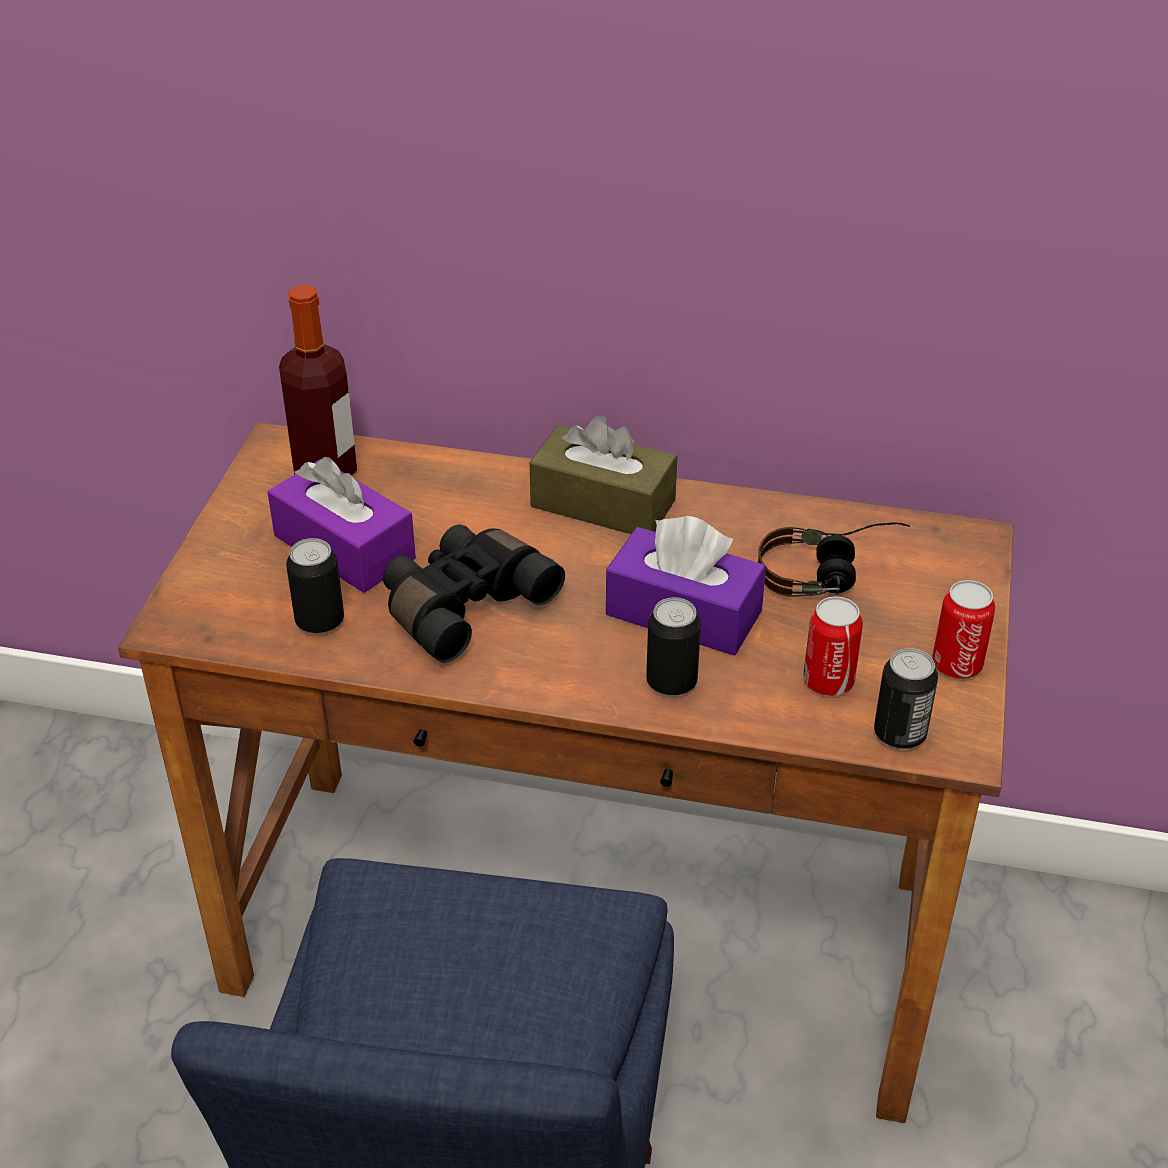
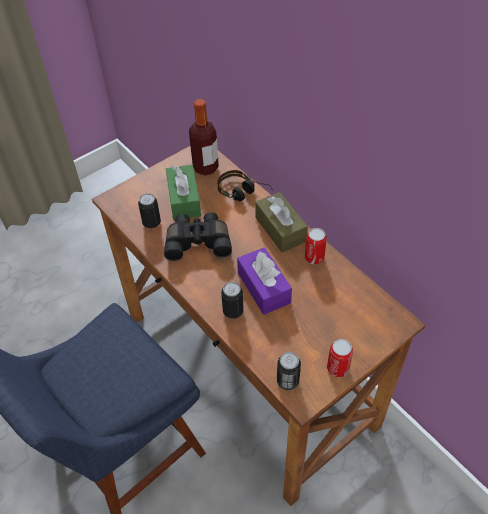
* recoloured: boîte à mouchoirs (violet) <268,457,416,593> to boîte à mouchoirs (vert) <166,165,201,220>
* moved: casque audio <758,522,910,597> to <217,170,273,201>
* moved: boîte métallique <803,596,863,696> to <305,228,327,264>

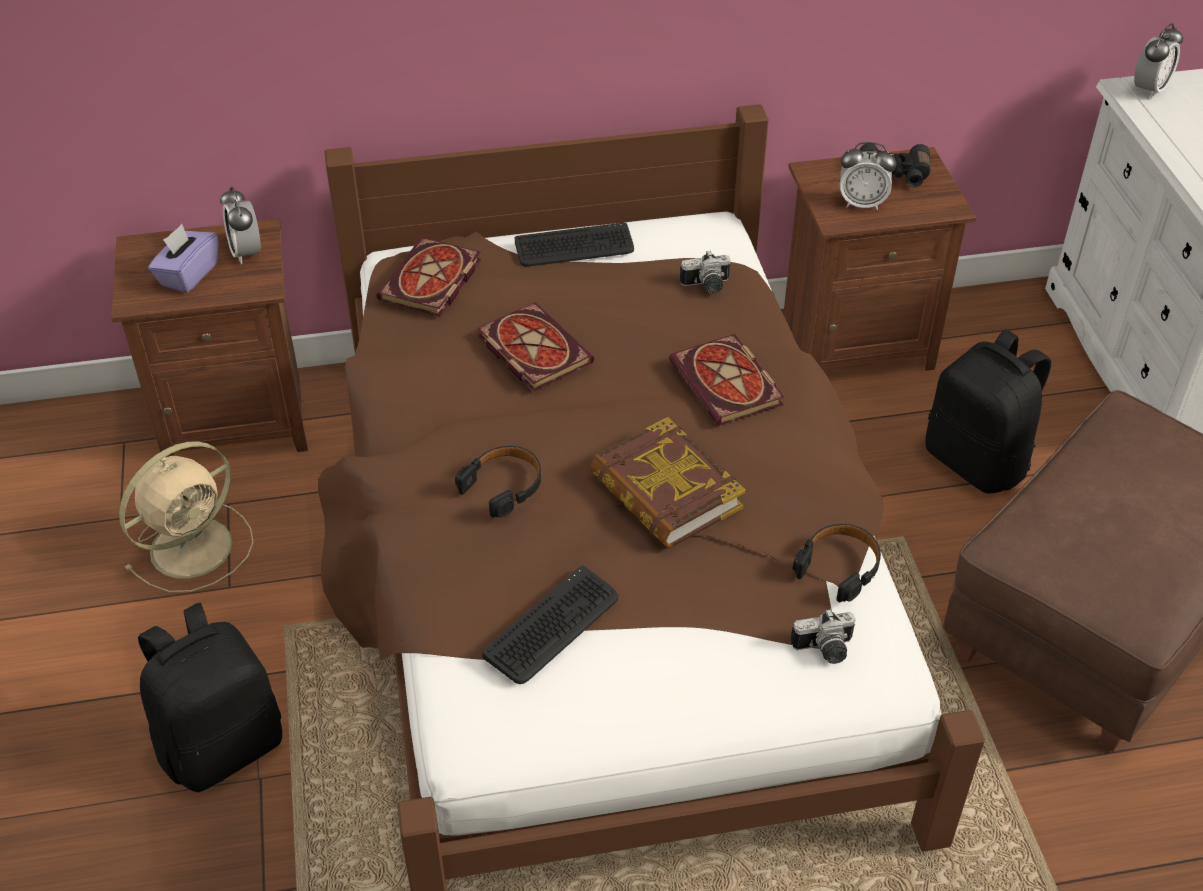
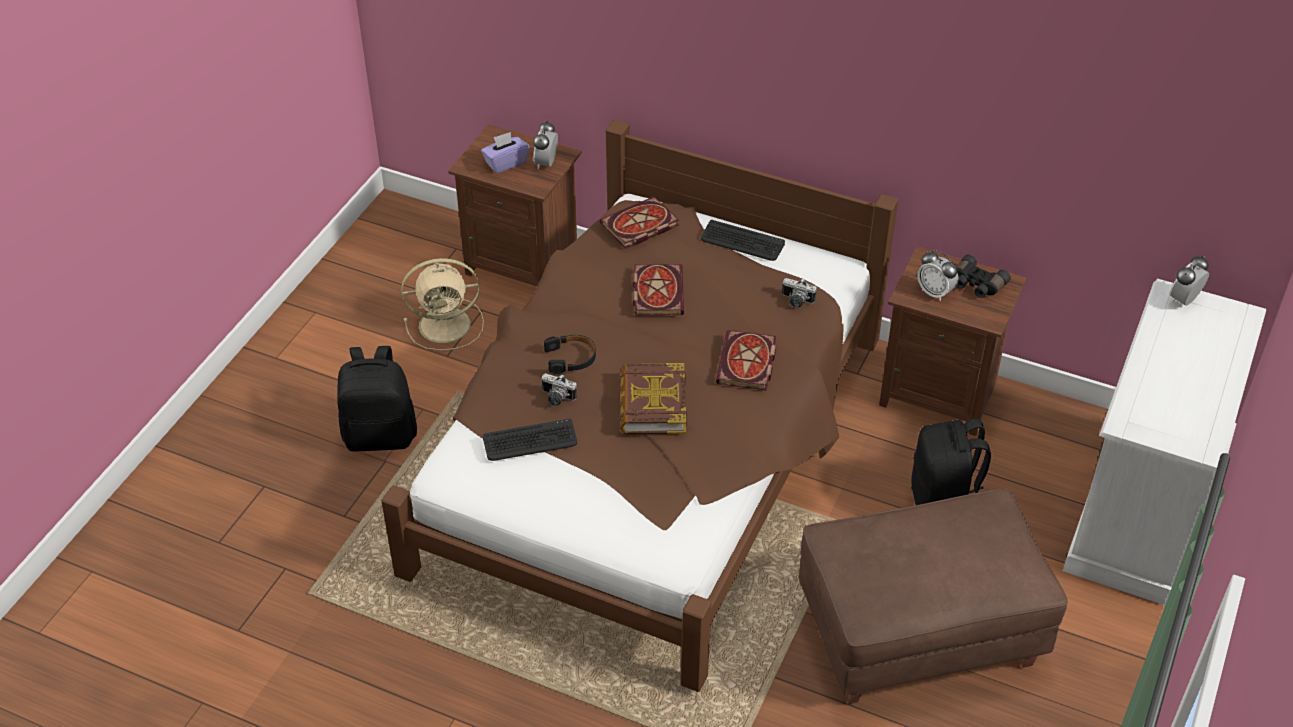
* moved: appareil photo <790,609,855,664> to <542,373,577,406>
* removed: casque audio (noir) <793,524,881,602>
* turned: réveil <1134,23,1183,99> = <1169,256,1209,305> 150 degrees clockwise

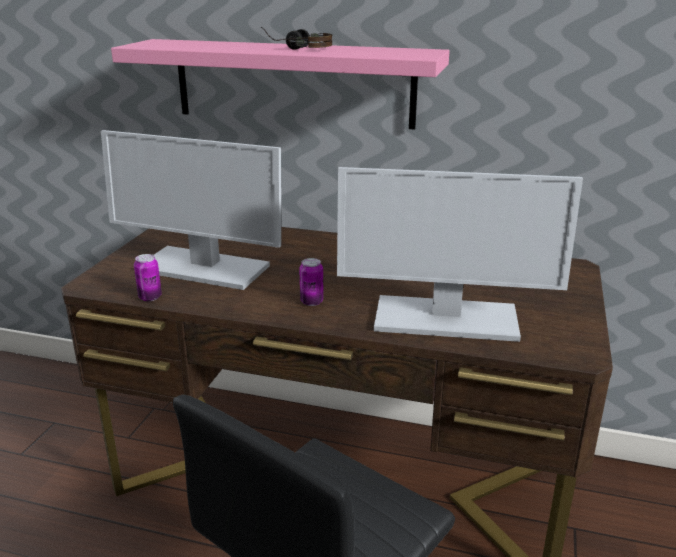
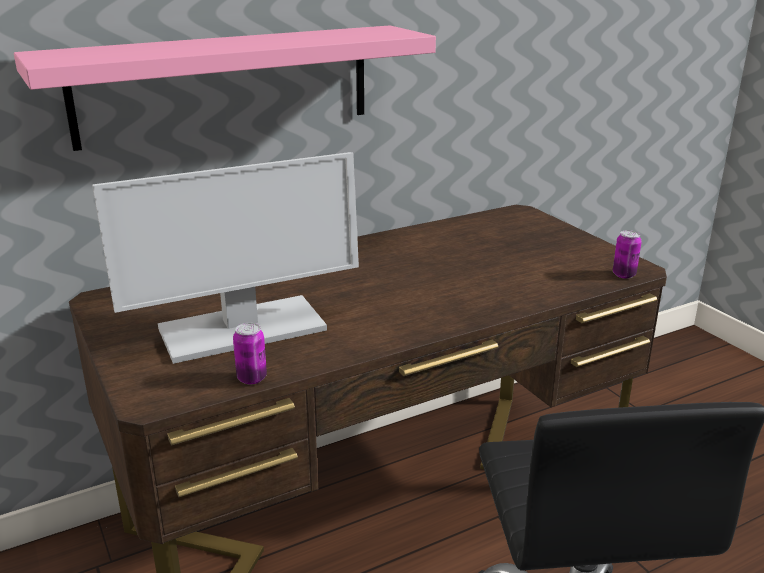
* removed: casque audio <261,27,332,50>
* moved: boîte métallique <299,258,324,306> to <613,230,642,279>
* removed: écran d'ordinateur <337,167,583,342>

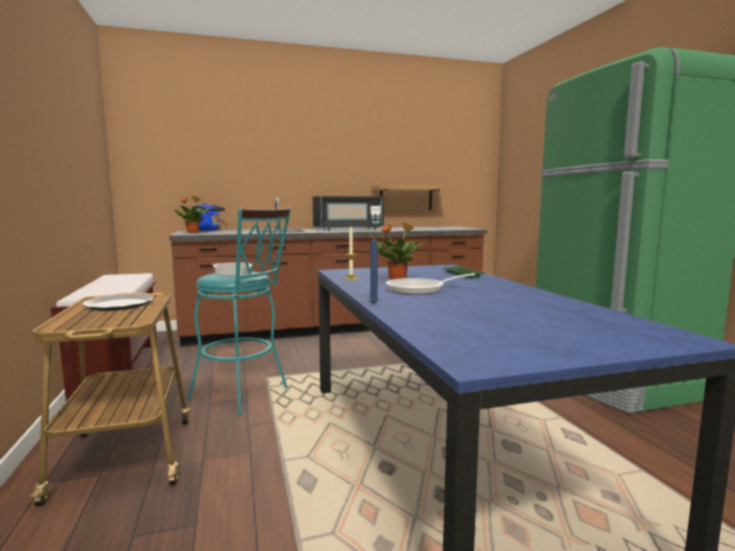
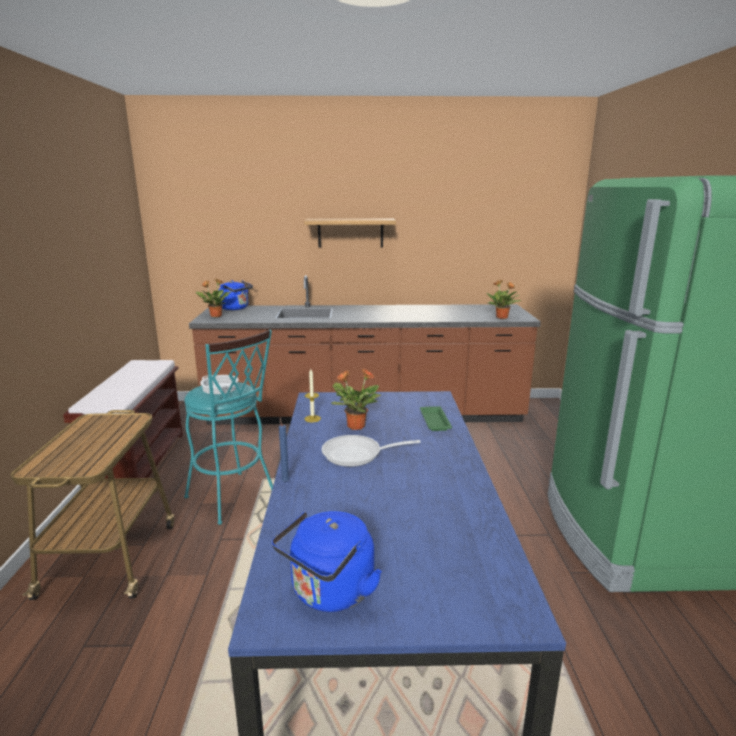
* removed: assiette <81,294,154,311>
* removed: micro-ondes (noir) <313,196,384,231>
* moved: étagère <372,185,451,210> to <304,218,396,248>
* added: bouilloire (bleu) <272,511,382,612>
* added: plante en pot <486,280,521,319>

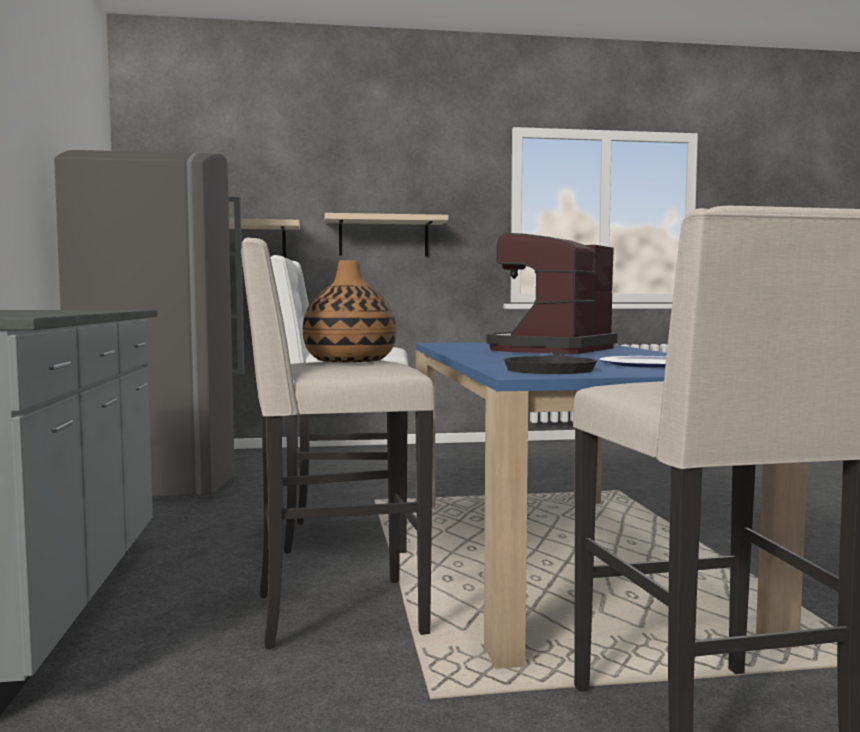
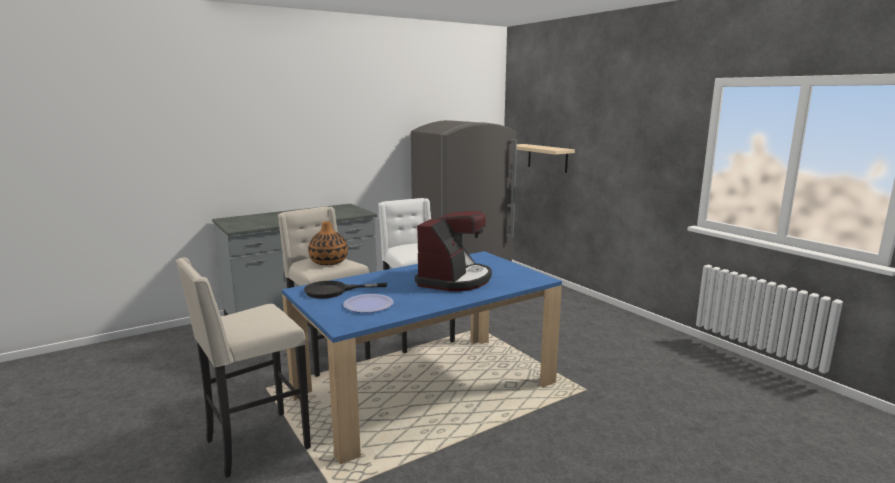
* removed: étagère (beige) <325,213,448,256>
* turned: machine à café <486,233,617,354> = <415,211,492,291> 105 degrees clockwise

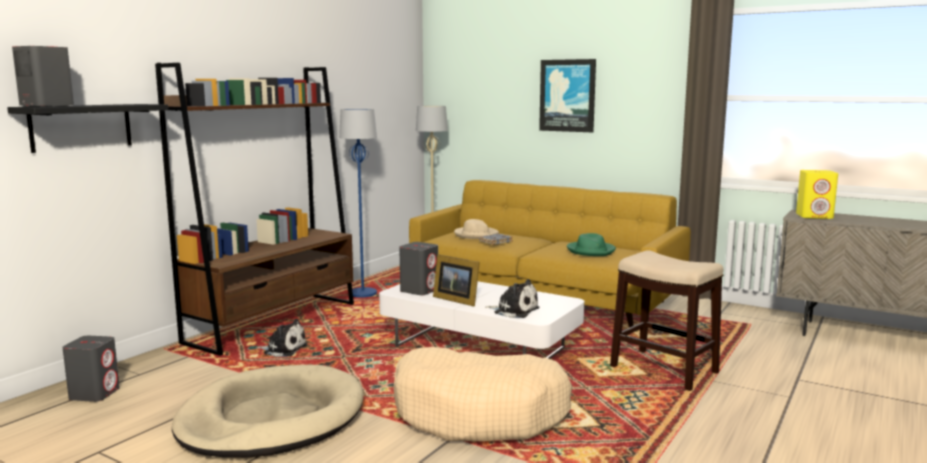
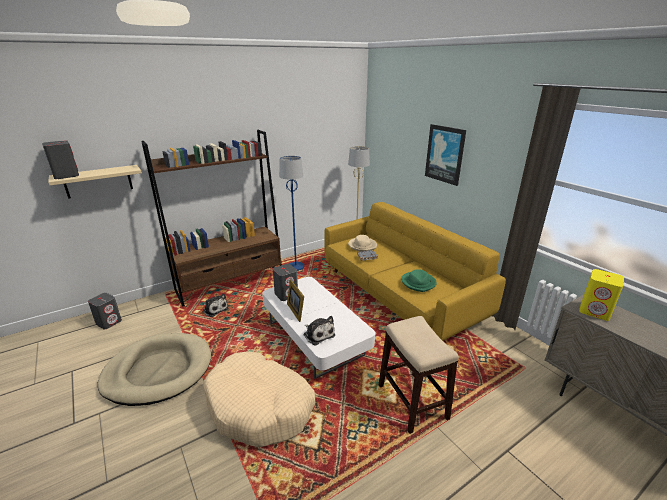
* recoloured: étagère (noir) <7,104,168,153> to étagère (beige) <48,165,142,199>

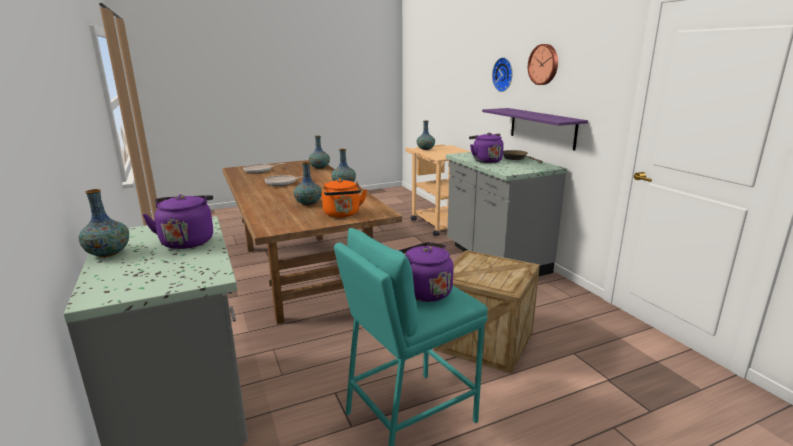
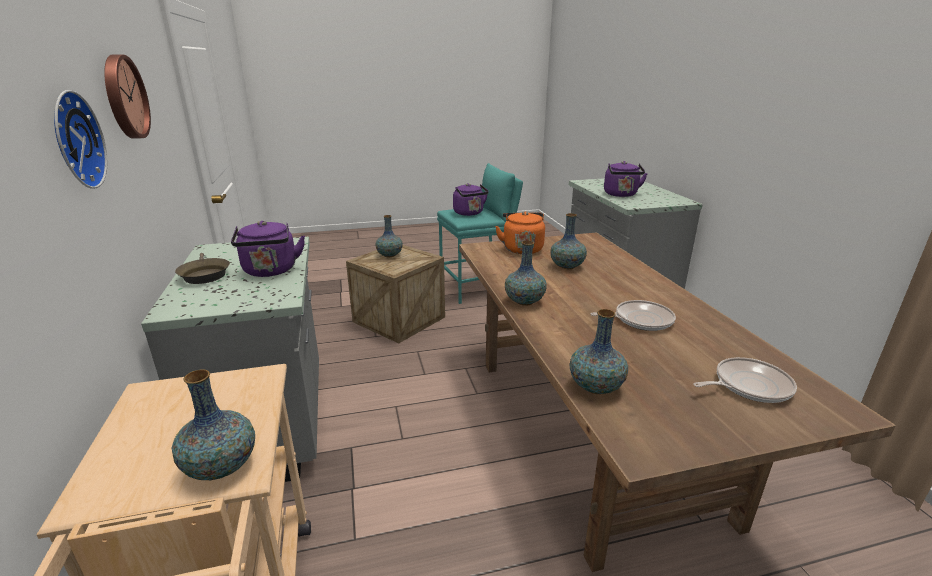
* moved: vase <79,189,129,257> to <376,215,403,257>
* removed: étagère (violet) <482,108,588,151>

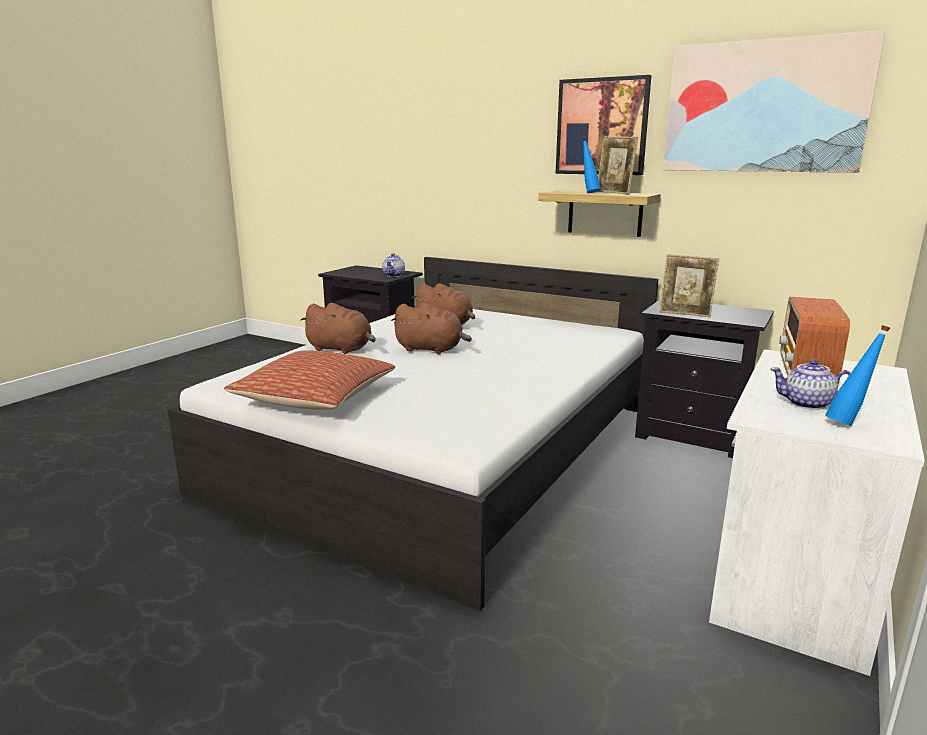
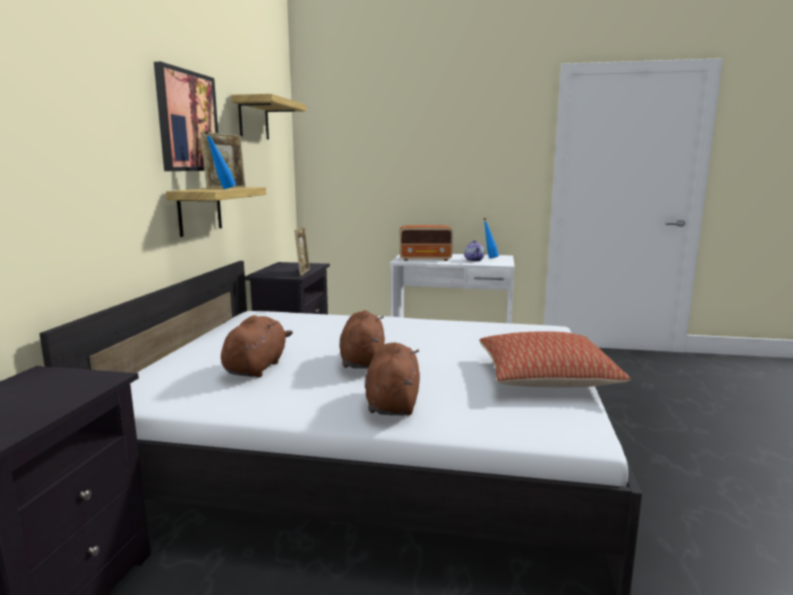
* removed: théière <382,253,405,277>
* replaced: tableau <663,30,886,173> to étagère <231,94,306,139>

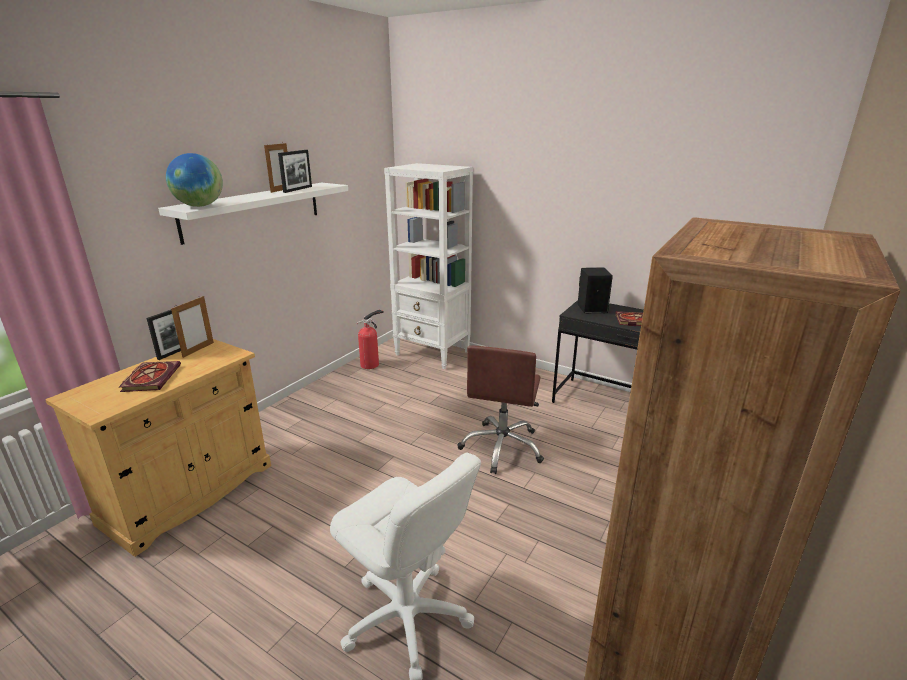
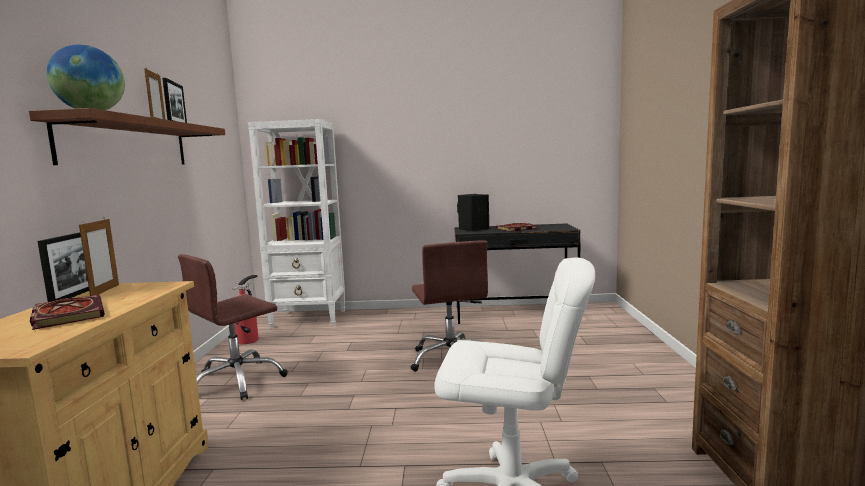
* recoloured: étagère (blanc) <158,183,348,245> to étagère (marron) <29,108,225,165>
* added: chaise de bureau (marron) <178,254,288,400>

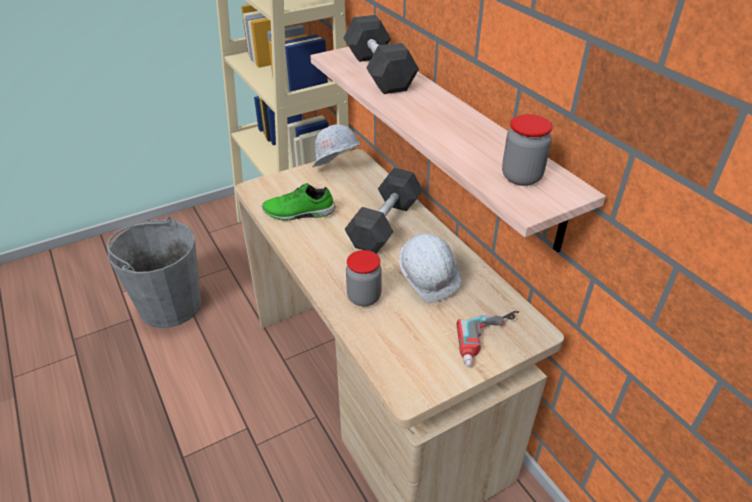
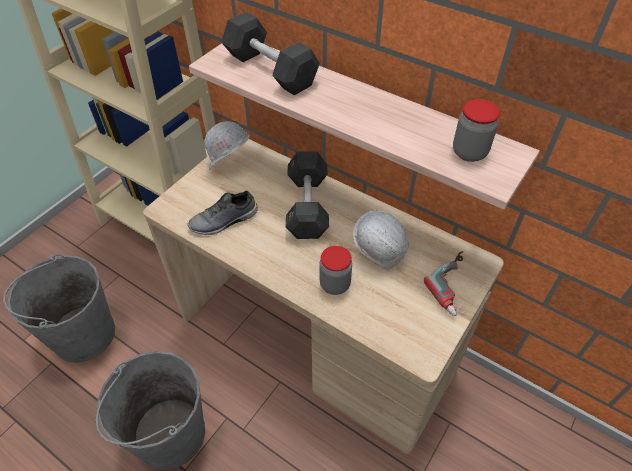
* recoloured: chaussure (vert) <262,183,335,221> to chaussure (gris) <188,190,258,235>
* added: seau (gris) <96,351,205,470>

